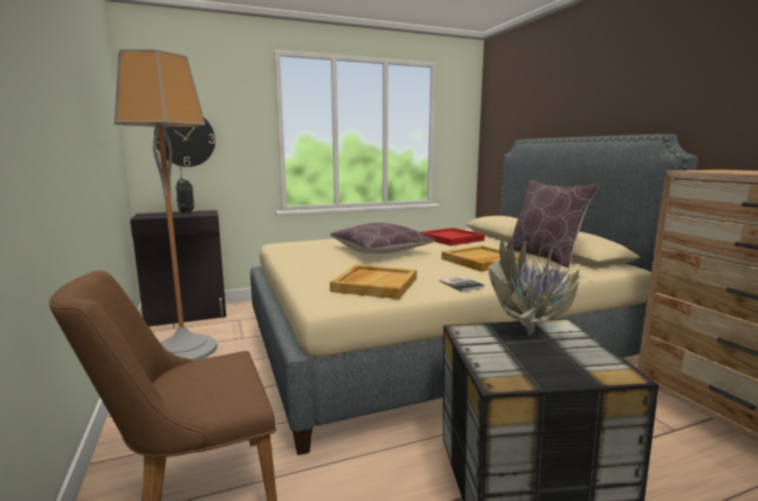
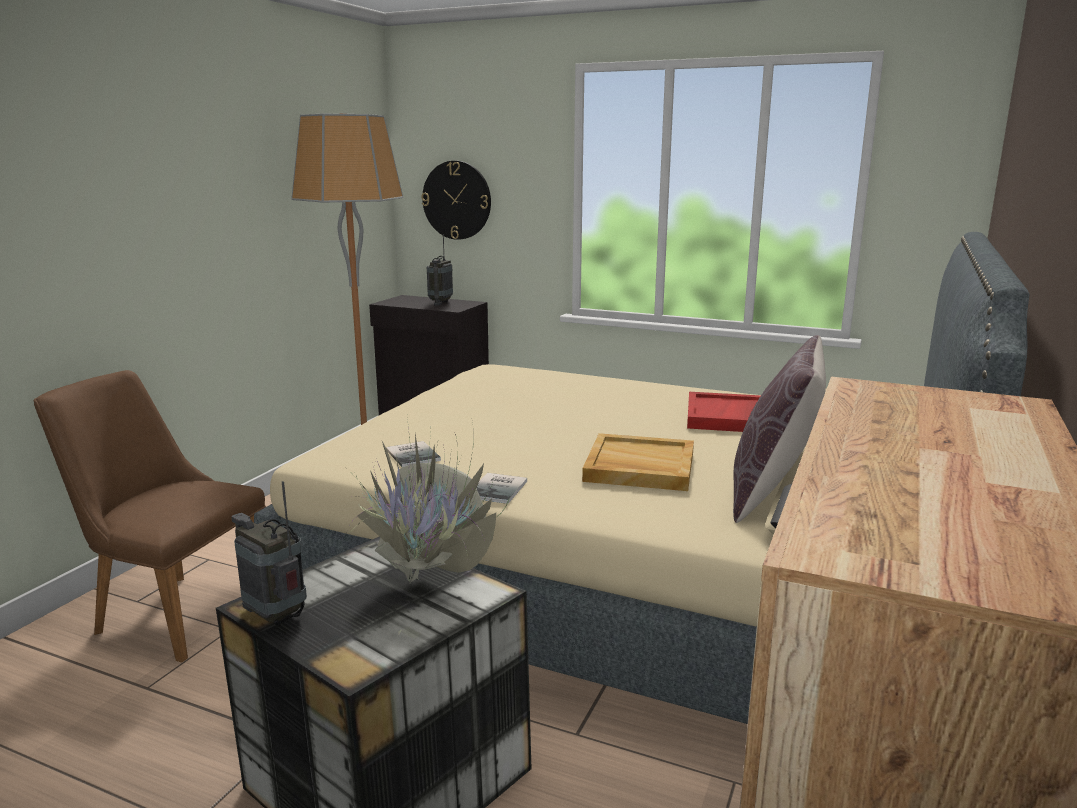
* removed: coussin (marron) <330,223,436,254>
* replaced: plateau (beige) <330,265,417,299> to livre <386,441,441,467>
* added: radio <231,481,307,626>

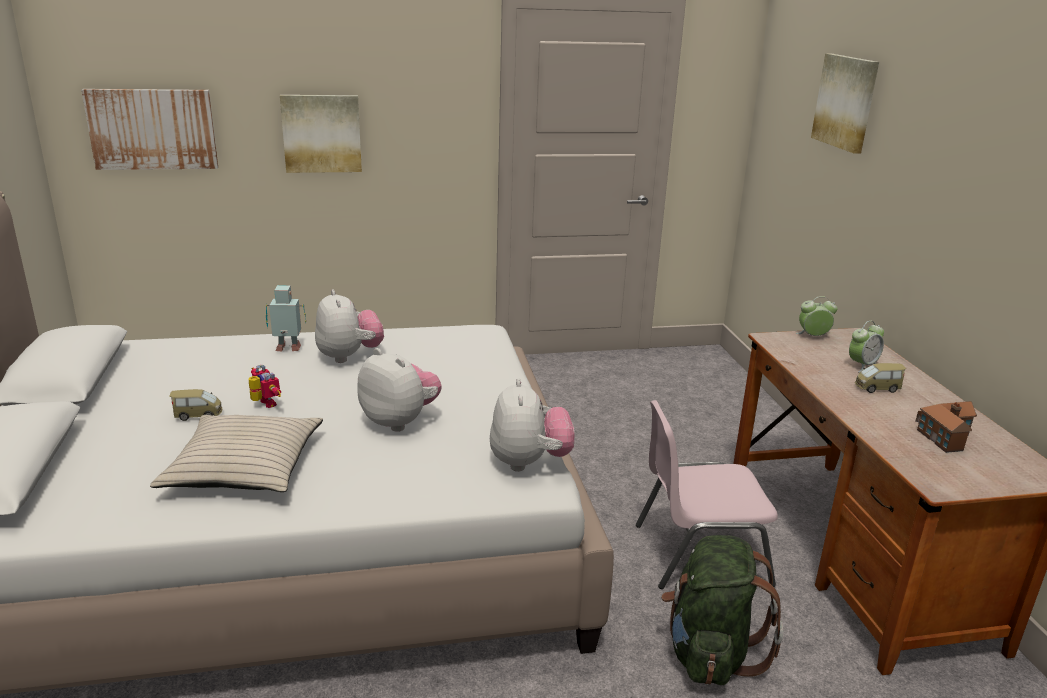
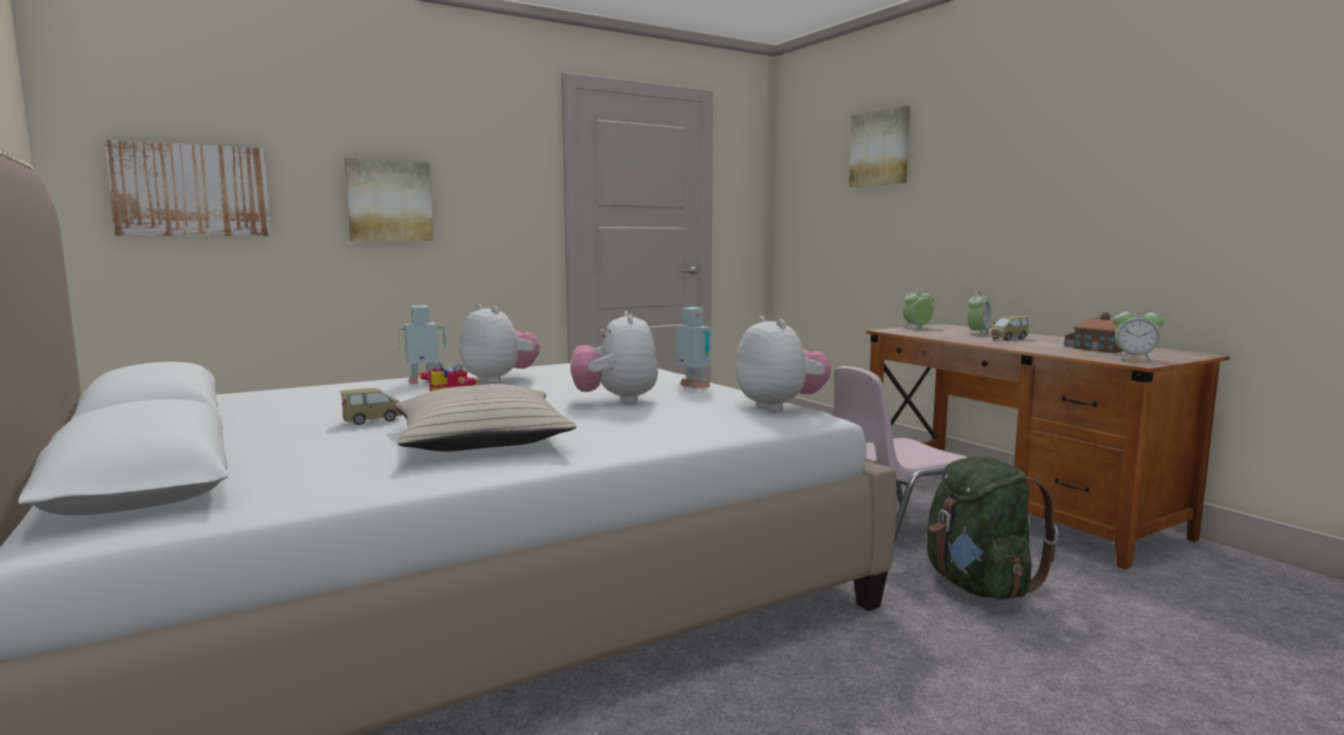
* turned: peluche <358,348,441,432> = <570,311,658,404> 120 degrees counterclockwise
* added: robot jouet <676,307,711,389>
* added: réveil <1113,305,1164,362>

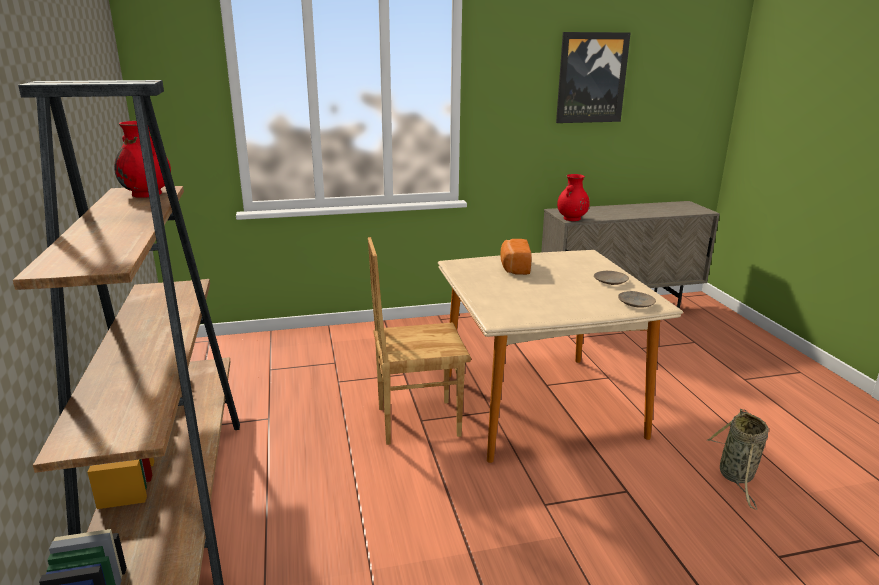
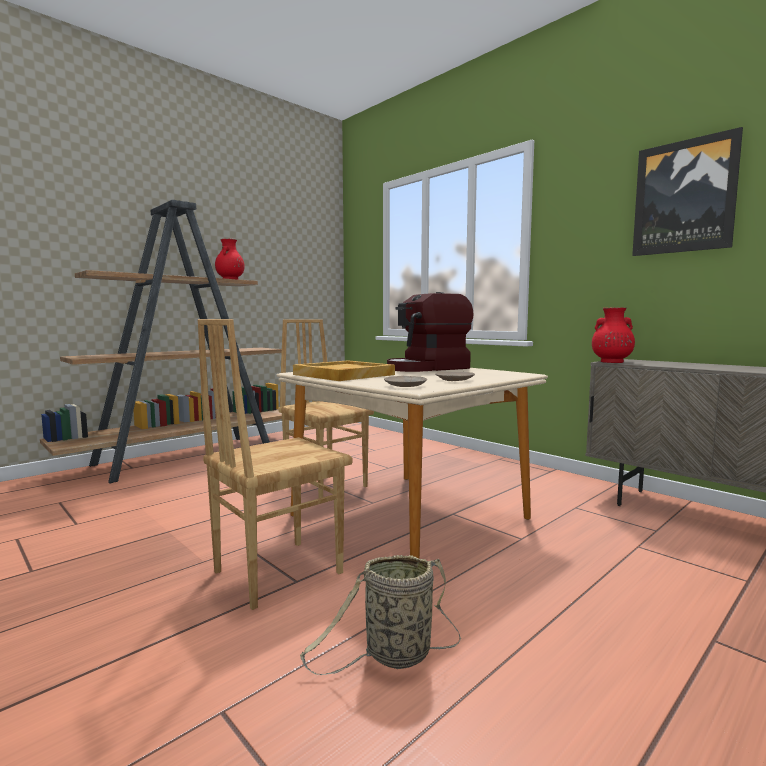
* replaced: pain <500,239,532,275> to machine à café <387,292,474,372>
* added: chaise (marron) <198,319,352,610>
* added: plateau (beige) <293,360,395,381>

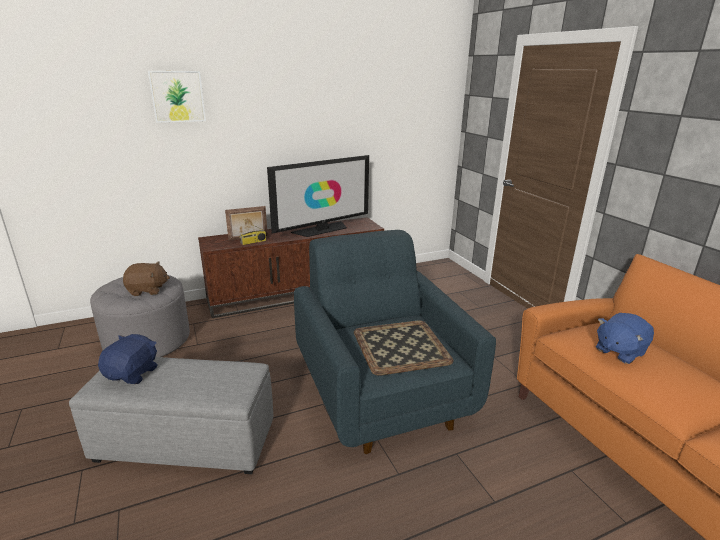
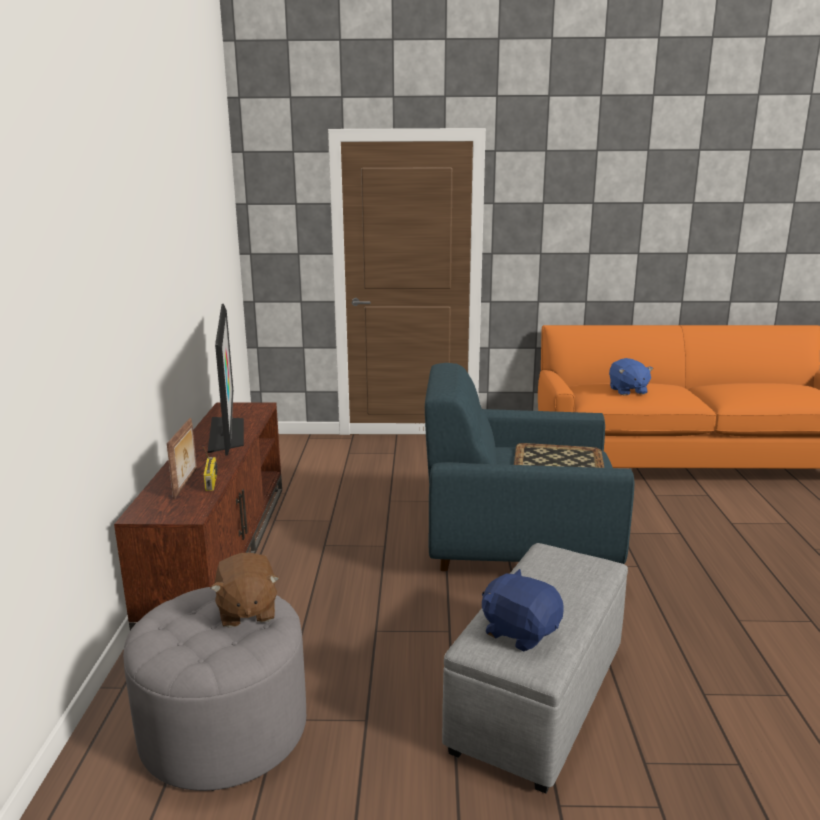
* turned: peluche (marron) <123,261,170,296> = <211,553,280,628> 150 degrees clockwise
* removed: tableau <148,71,206,123>

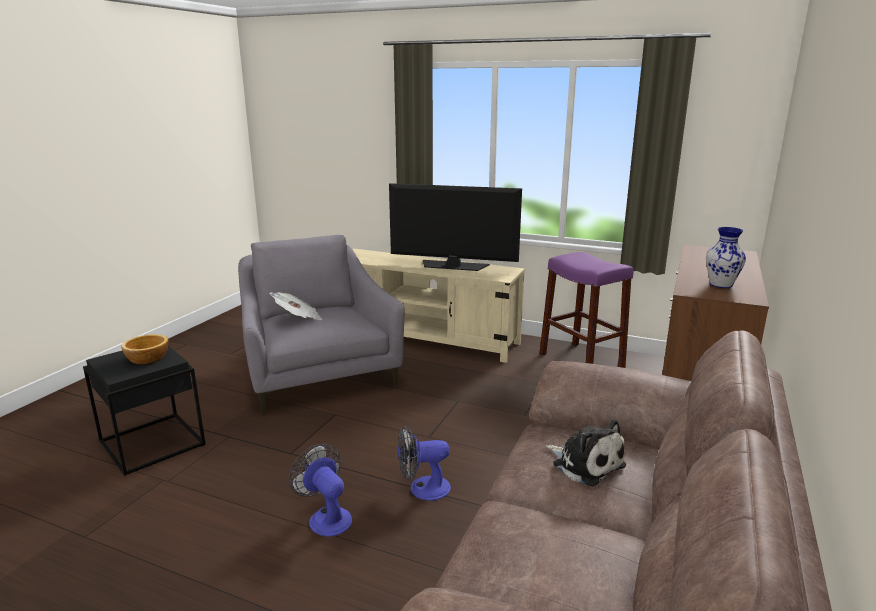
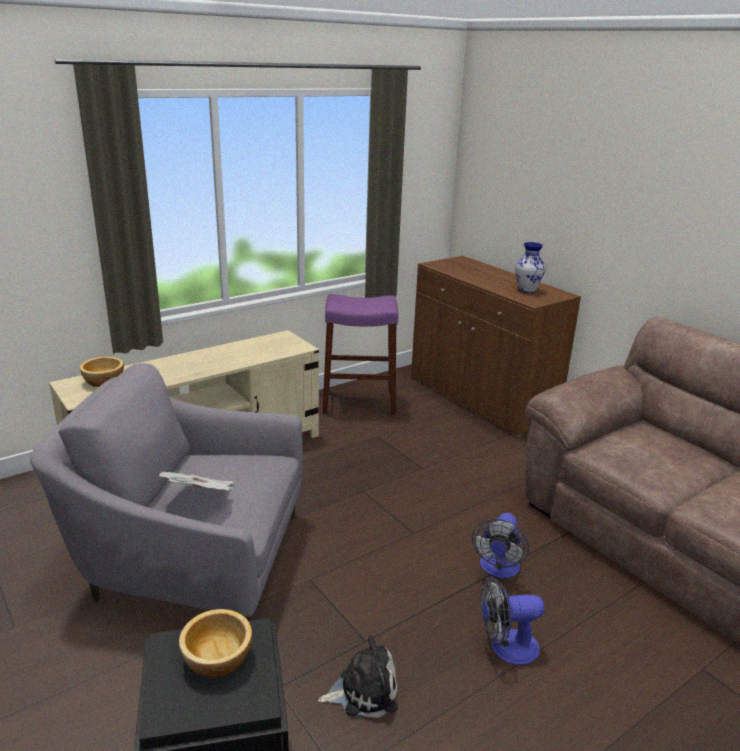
* removed: téléviseur <389,183,522,271>
* moved: peluche <546,419,626,487> to <318,635,398,718>
* added: bol <80,356,124,387>

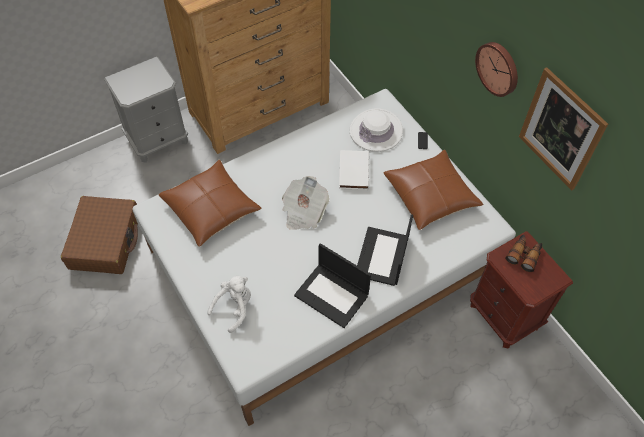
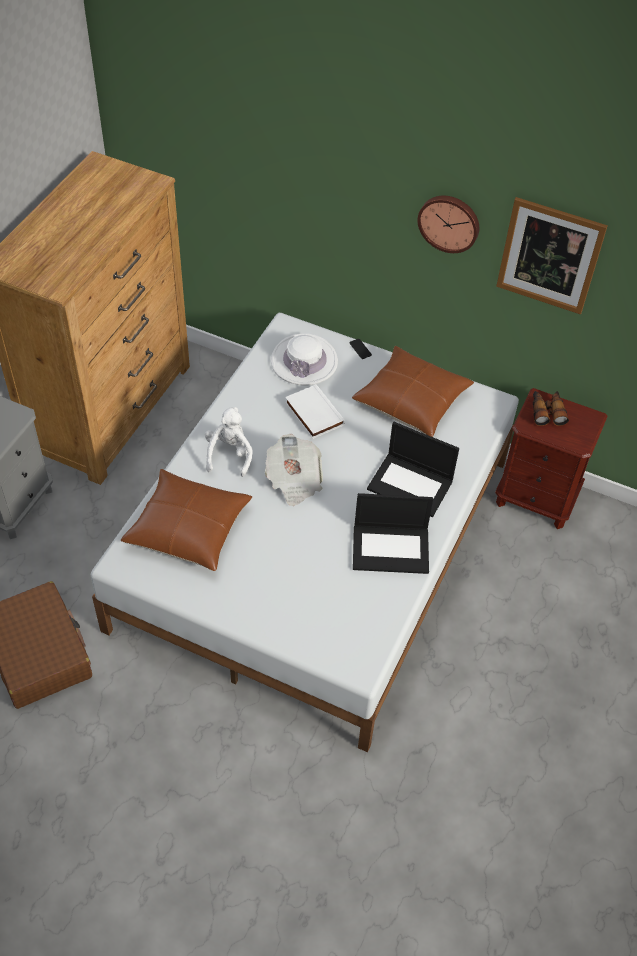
* moved: peluche (blanc) <207,276,251,333> to <205,407,253,477>
* turned: ordinateur portable <357,214,413,286> = <367,422,459,517> 45 degrees counterclockwise

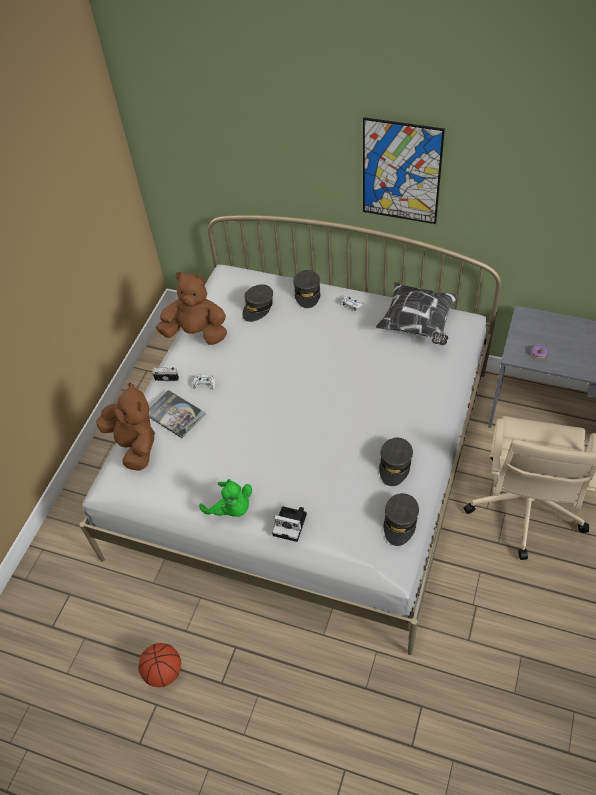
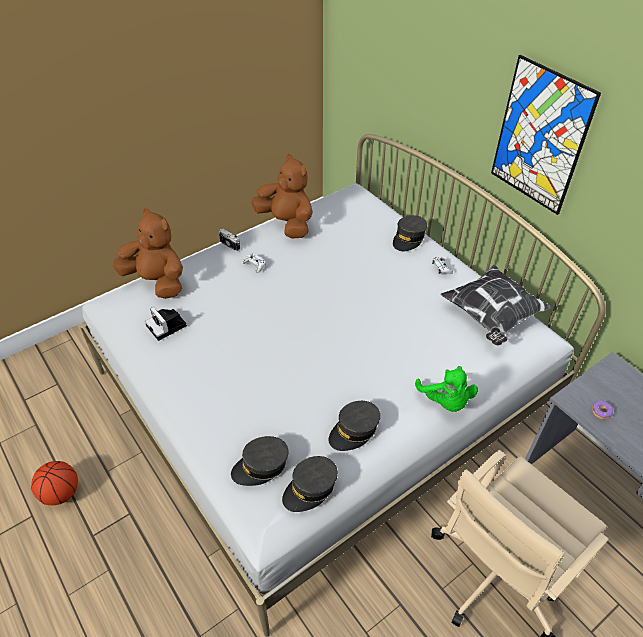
* turned: peluche (marron) <96,382,155,471> = <113,208,183,299> 60 degrees counterclockwise
* removed: livre <148,390,206,438>
* moved: peluche (vert) <199,479,252,517> to <415,366,478,412>
* moved: casquette (gris) <242,284,273,322> to <231,436,289,486>
* moved: appareil photo <272,506,307,542> to <145,307,187,341>

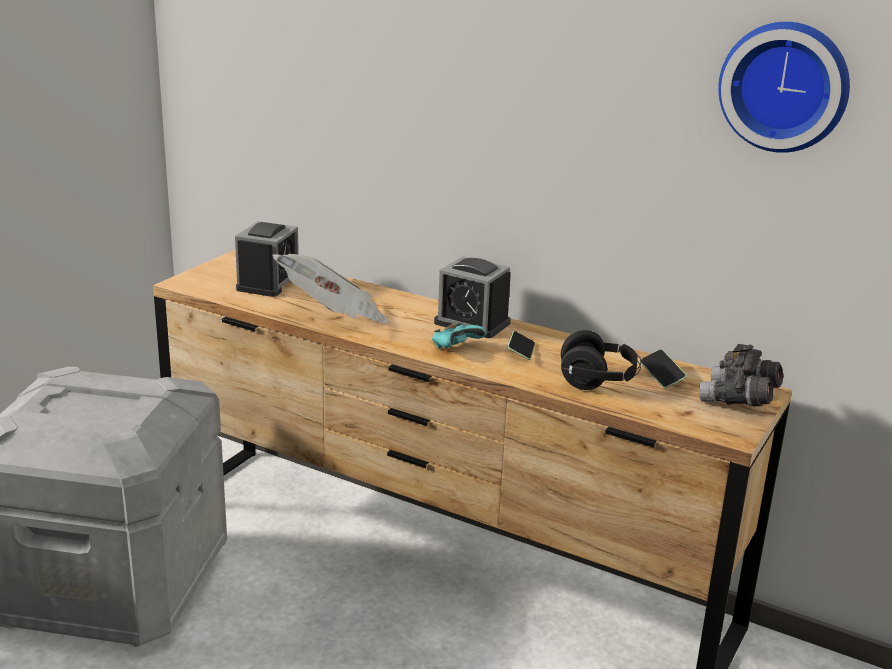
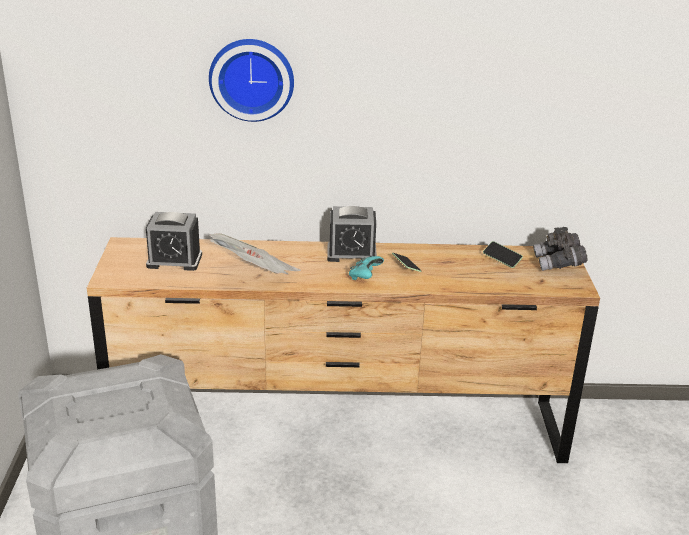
* turned: réveil <235,221,299,297> = <146,212,202,271> 105 degrees clockwise
* removed: casque audio (noir) <561,330,641,390>
* moved: horloge murale <718,22,850,153> to <209,39,294,122>

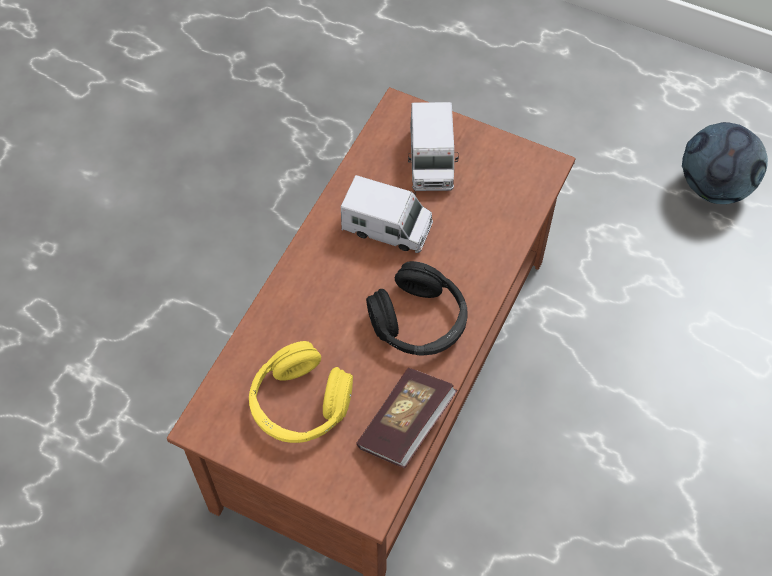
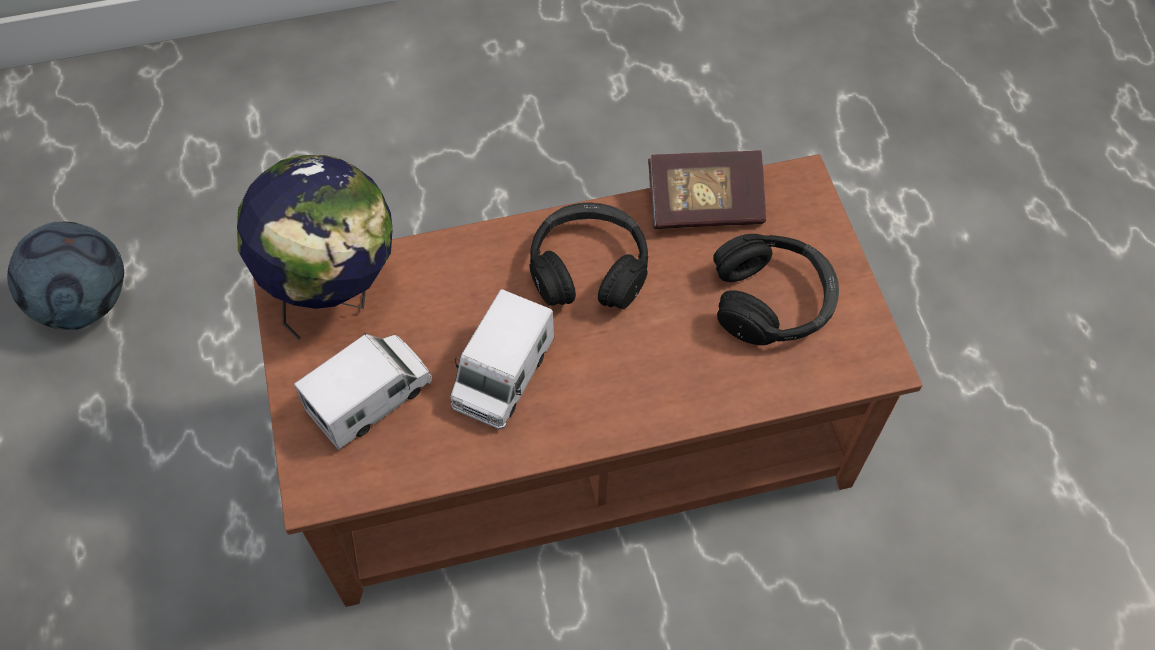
* recoloured: casque audio (jaune) <249,341,353,443> to casque audio (noir) <713,234,839,345>
* turned: camion jouet <341,175,433,253> = <450,289,554,429> 135 degrees counterclockwise
* added: globe <237,155,393,340>

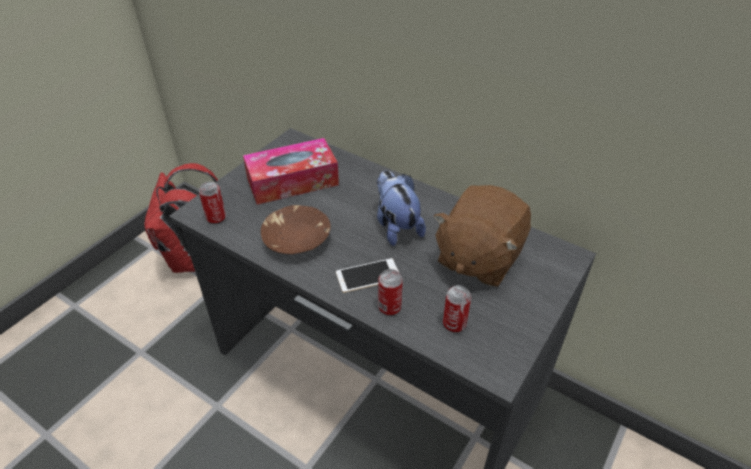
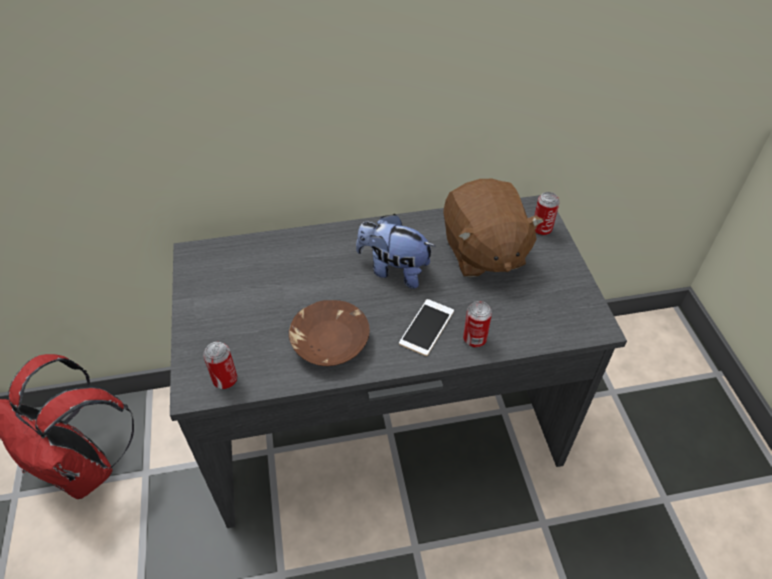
* removed: boîte à mouchoirs <243,138,339,205>
* moved: boîte métallique <443,285,471,333> to <534,192,560,236>

